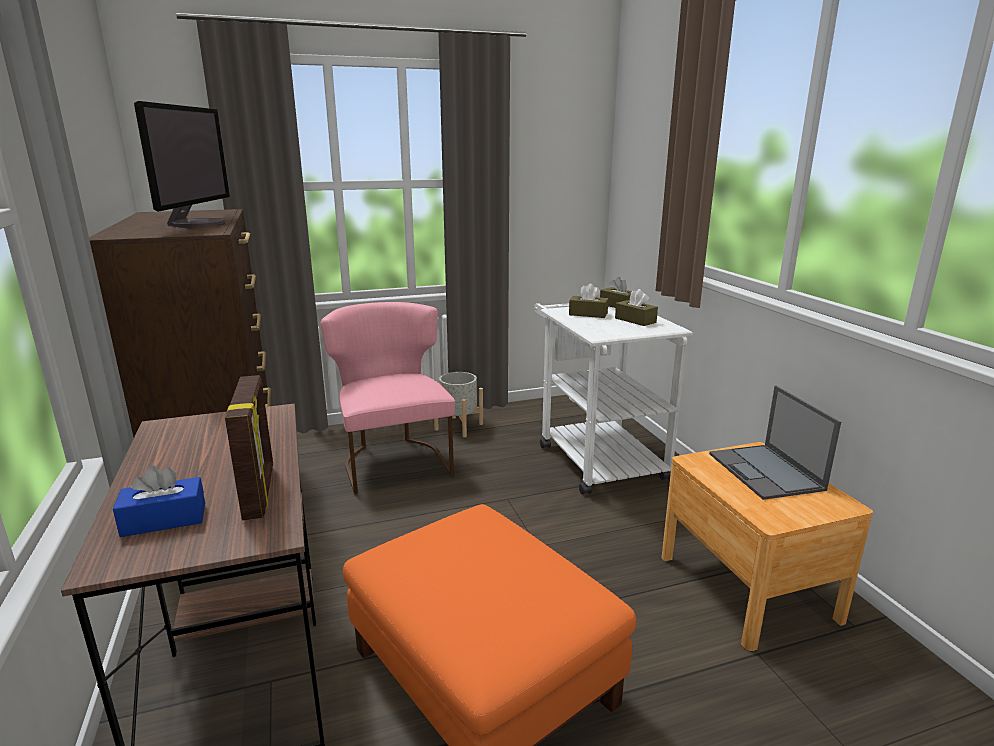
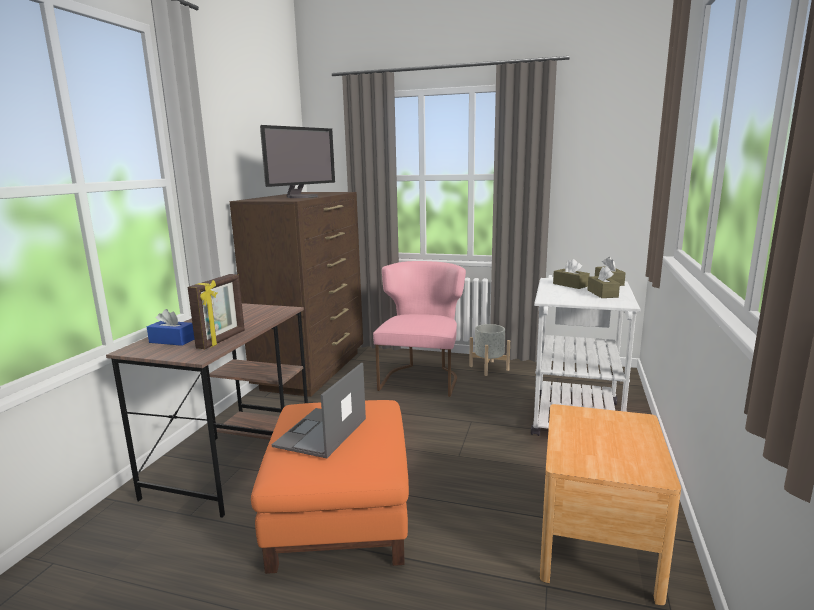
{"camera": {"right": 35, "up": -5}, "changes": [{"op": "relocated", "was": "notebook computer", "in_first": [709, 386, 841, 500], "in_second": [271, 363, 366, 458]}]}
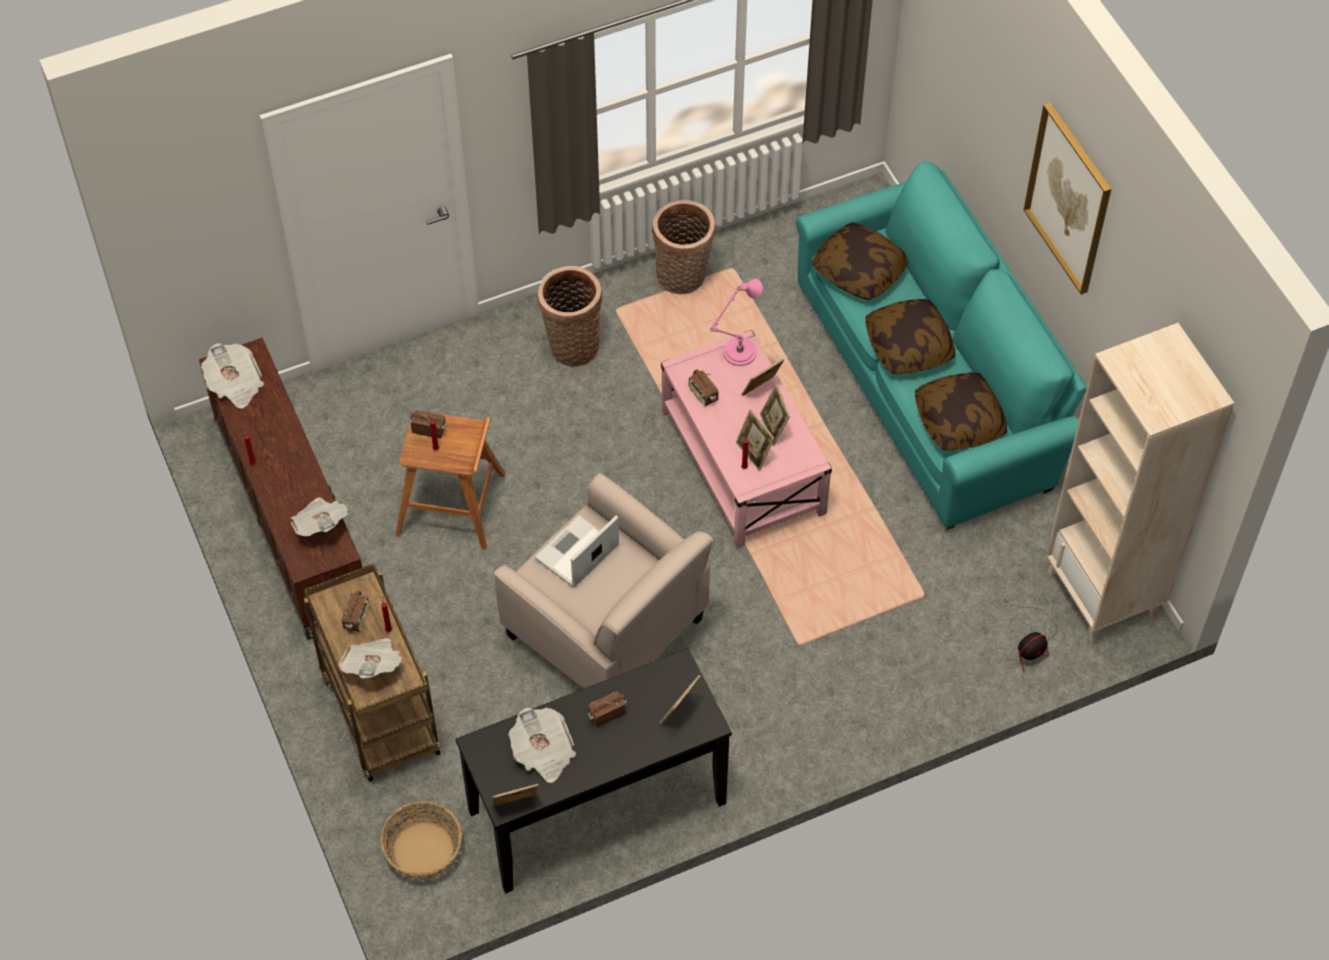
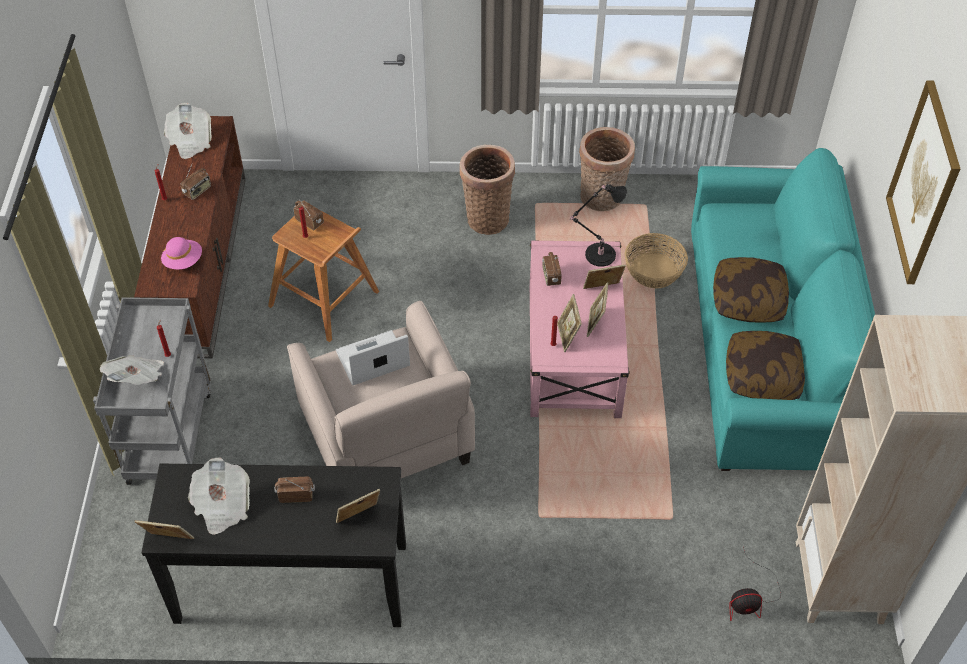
{"camera": {"right": 25, "up": -5}, "changes": [{"op": "missing", "was": "pillow", "in_first": [812, 222, 908, 300]}, {"op": "colour", "was": "pinkish tabletop lamp", "now": "black-coloured tabletop lamp", "in_first": [710, 279, 763, 366], "in_second": [570, 184, 627, 267]}, {"op": "exchanged", "was": "printed paper", "now": "pinkish hat", "in_first": [290, 498, 348, 536], "in_second": [161, 237, 202, 269]}, {"op": "colour", "was": "brown wheeled cart", "now": "gray wheeled cart", "in_first": [304, 564, 441, 782], "in_second": [93, 297, 211, 485]}, {"op": "relocated", "was": "radio receiver", "in_first": [342, 591, 369, 632], "in_second": [180, 163, 211, 200]}, {"op": "relocated", "was": "household basket", "in_first": [380, 801, 462, 878], "in_second": [625, 233, 688, 289]}]}
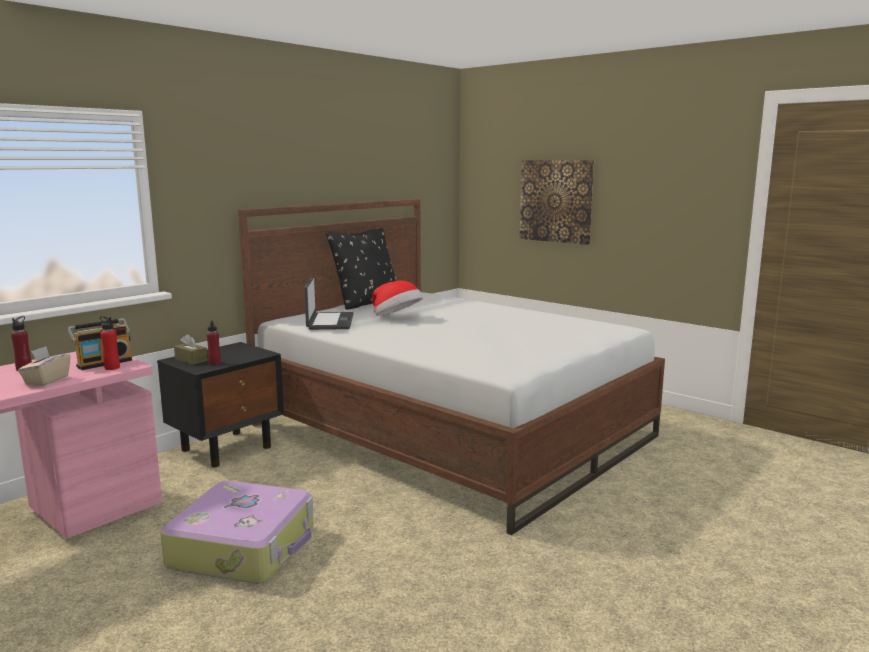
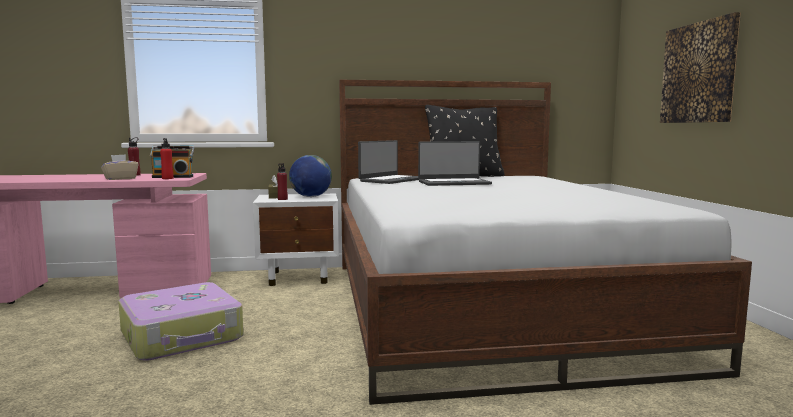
{"camera": {"right": 40, "up": -5}, "changes": [{"op": "exchanged", "was": "hat", "now": "notebook computer", "in_first": [372, 281, 423, 316], "in_second": [418, 141, 492, 186]}, {"op": "colour", "was": "black-coloured night table", "now": "whitish night table", "in_first": [157, 342, 284, 467], "in_second": [253, 194, 339, 286]}, {"op": "appeared", "now": "desk globe", "in_second": [289, 155, 332, 197]}]}
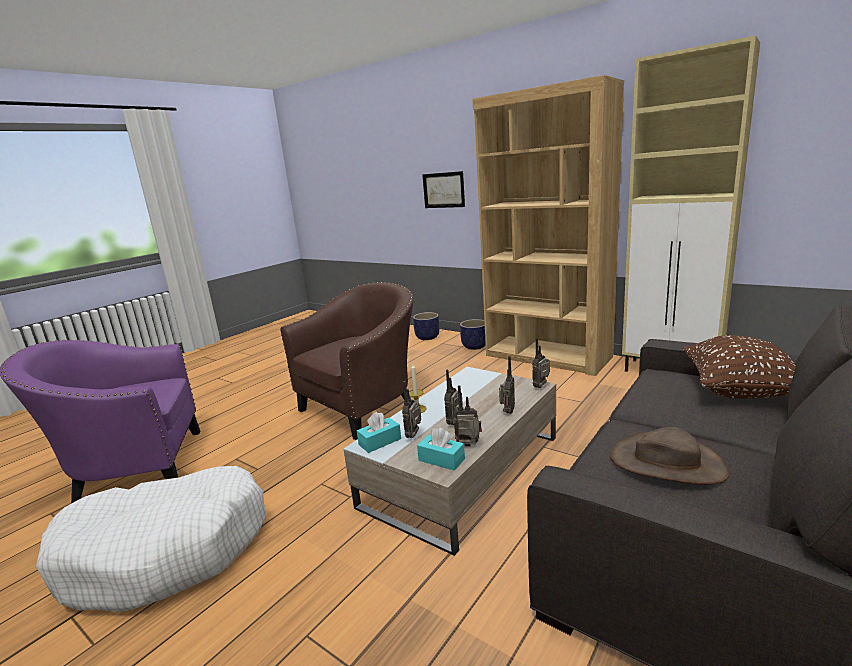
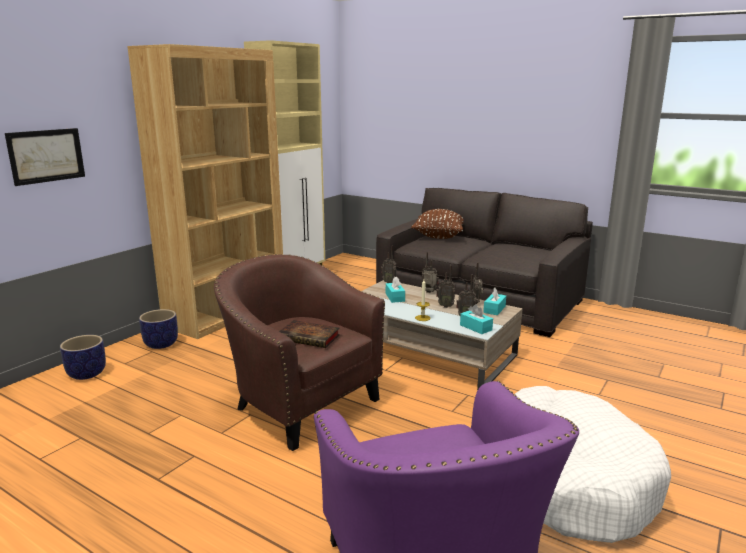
{"camera": {"right": -95, "up": 0}, "changes": [{"op": "missing", "was": "brown hat", "in_first": [610, 427, 729, 485]}, {"op": "appeared", "now": "turquoise tissue holder", "in_second": [386, 276, 405, 303]}, {"op": "appeared", "now": "volume", "in_second": [279, 320, 340, 348]}]}
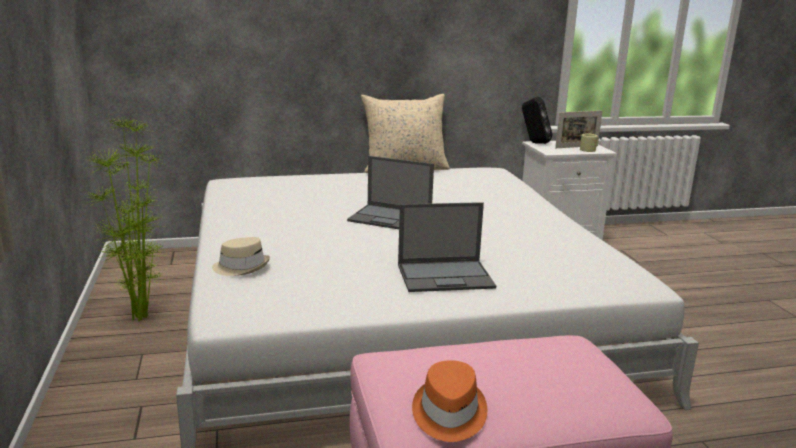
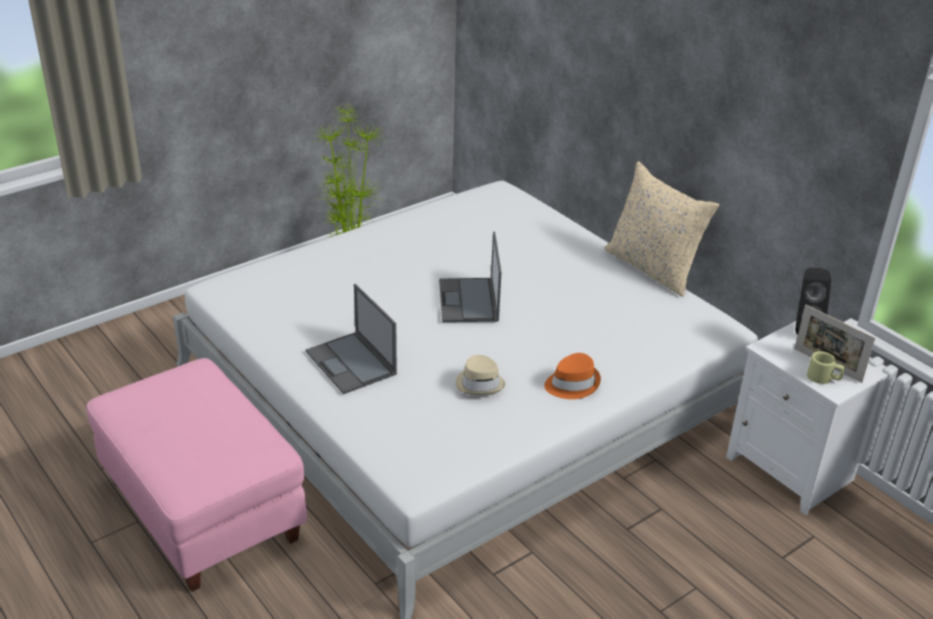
{"camera": {"right": 65, "up": 15}, "changes": [{"op": "relocated", "was": "sand-coloured hat", "in_first": [212, 237, 270, 276], "in_second": [456, 355, 505, 396]}, {"op": "relocated", "was": "orange hat", "in_first": [412, 360, 487, 442], "in_second": [544, 353, 601, 399]}]}
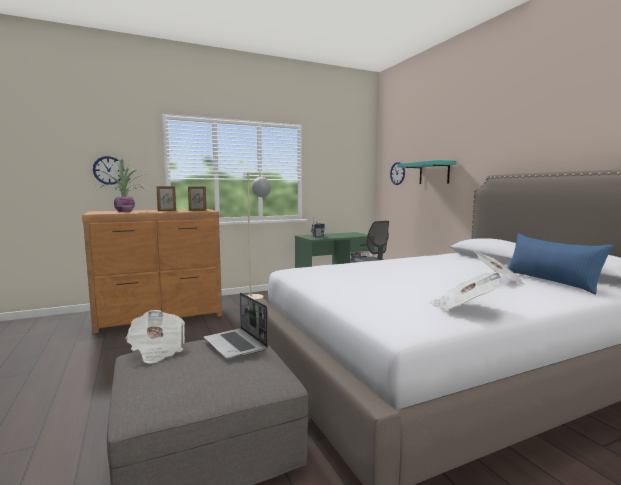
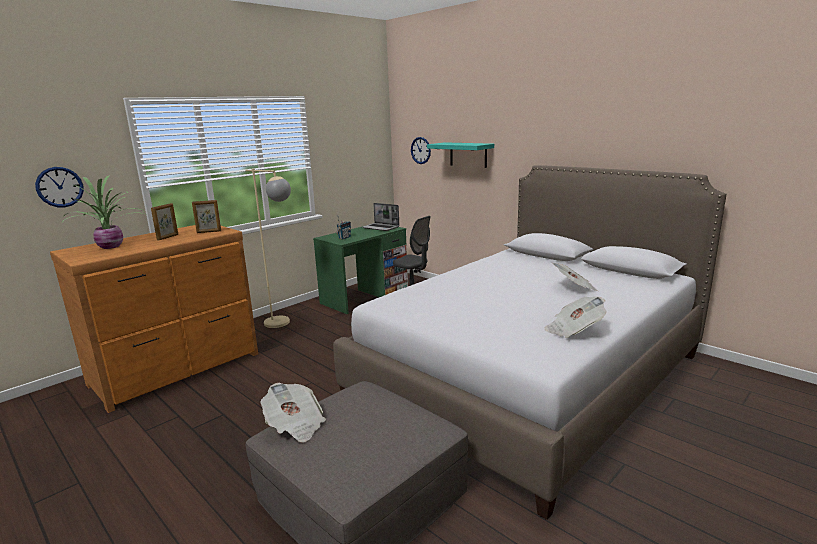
{"camera": {"right": -20, "up": 10}, "changes": [{"op": "missing", "was": "blue pillow", "in_first": [508, 234, 614, 295]}, {"op": "relocated", "was": "notebook computer", "in_first": [204, 292, 268, 359], "in_second": [362, 203, 399, 231]}]}
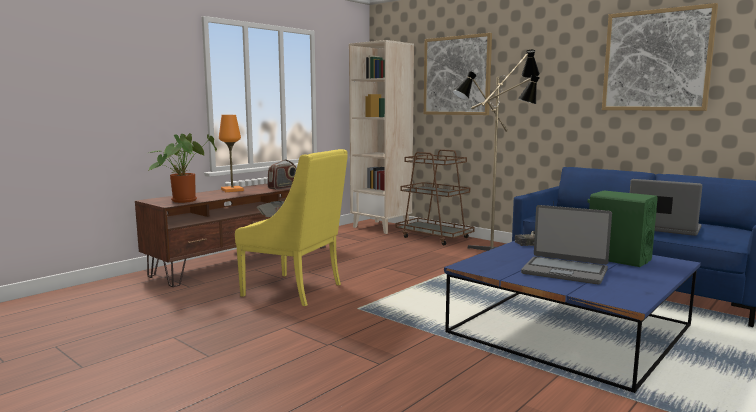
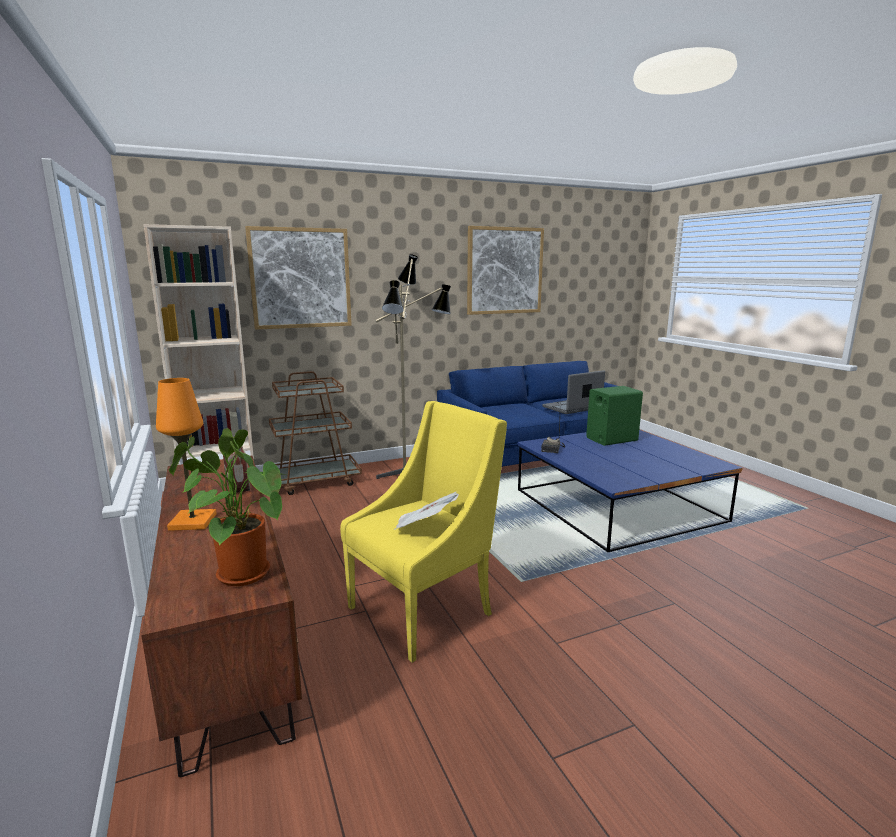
{"camera": {"right": -65, "up": 5}, "changes": [{"op": "missing", "was": "notebook computer", "in_first": [521, 205, 612, 285]}]}
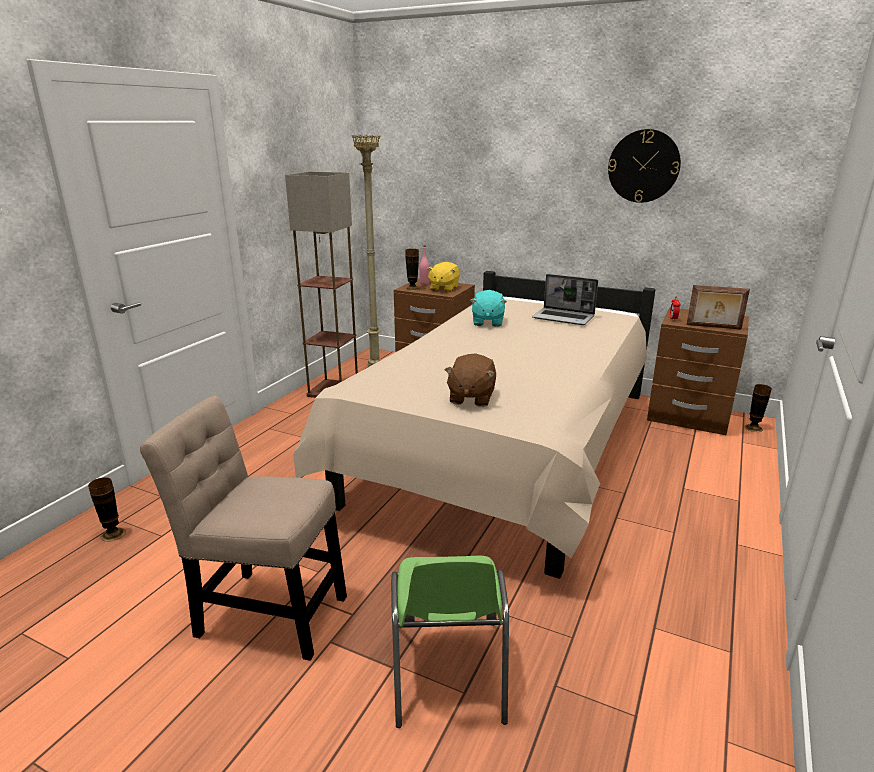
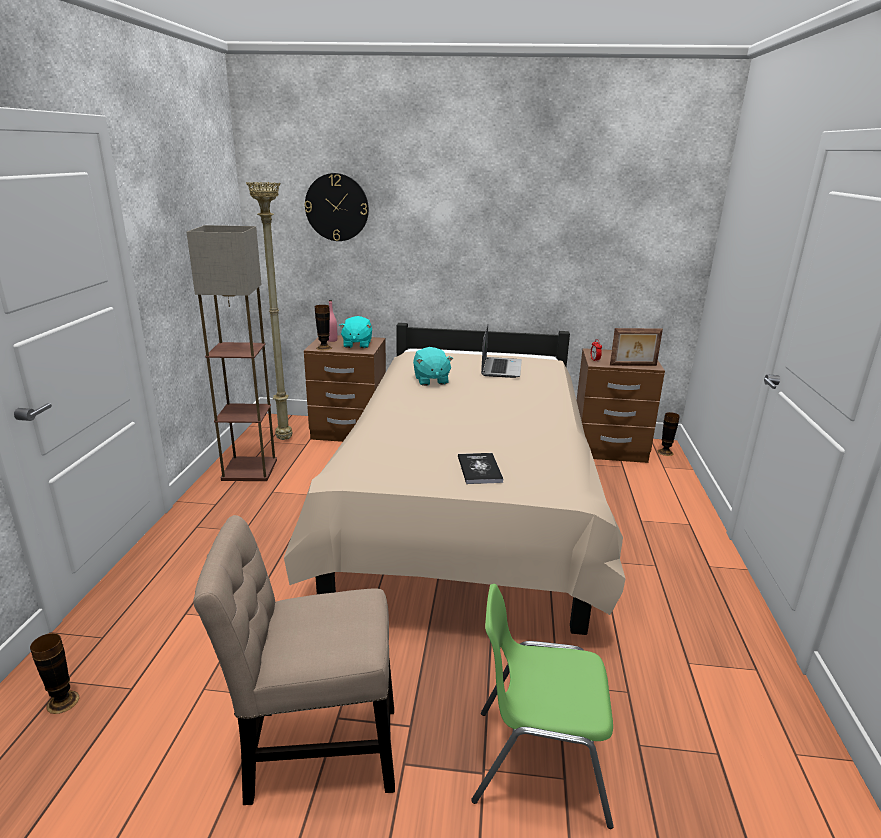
{"camera": {"right": -20, "up": 0}, "changes": [{"op": "relocated", "was": "wall clock", "in_first": [608, 129, 681, 203], "in_second": [305, 173, 369, 241]}, {"op": "colour", "was": "yellow-coloured cuddly toy", "now": "turquoise cuddly toy", "in_first": [427, 262, 460, 292], "in_second": [339, 316, 372, 348]}, {"op": "spun", "was": "notebook computer", "in_first": [532, 274, 598, 325], "in_second": [481, 325, 522, 378], "clockwise": -90}, {"op": "exchanged", "was": "brown cuddly toy", "now": "volume", "in_first": [445, 353, 496, 407], "in_second": [458, 453, 503, 484]}, {"op": "spun", "was": "greenish upright chair", "in_first": [391, 556, 509, 728], "in_second": [471, 584, 614, 829], "clockwise": 120}]}
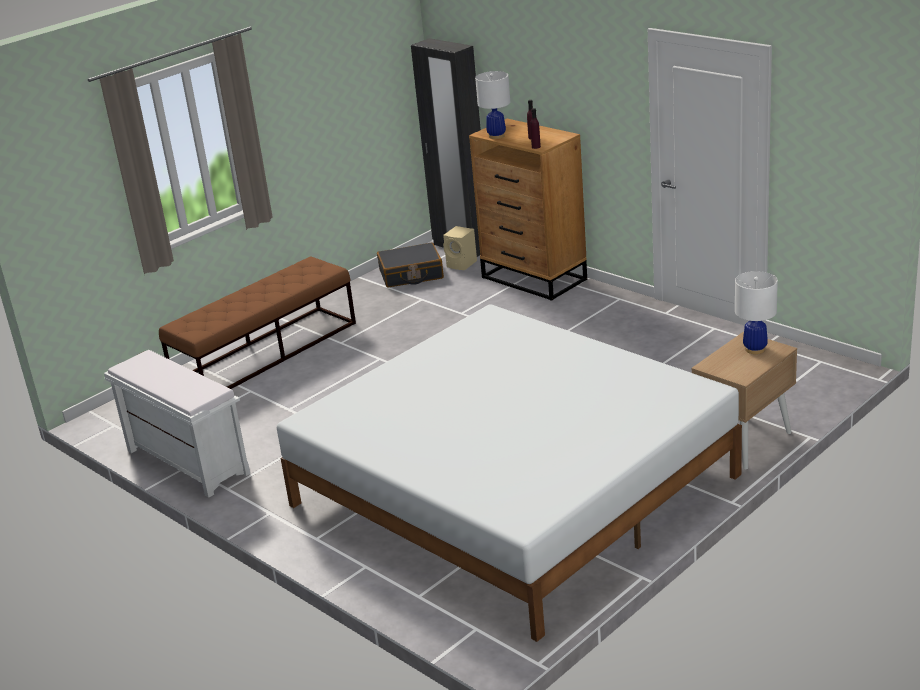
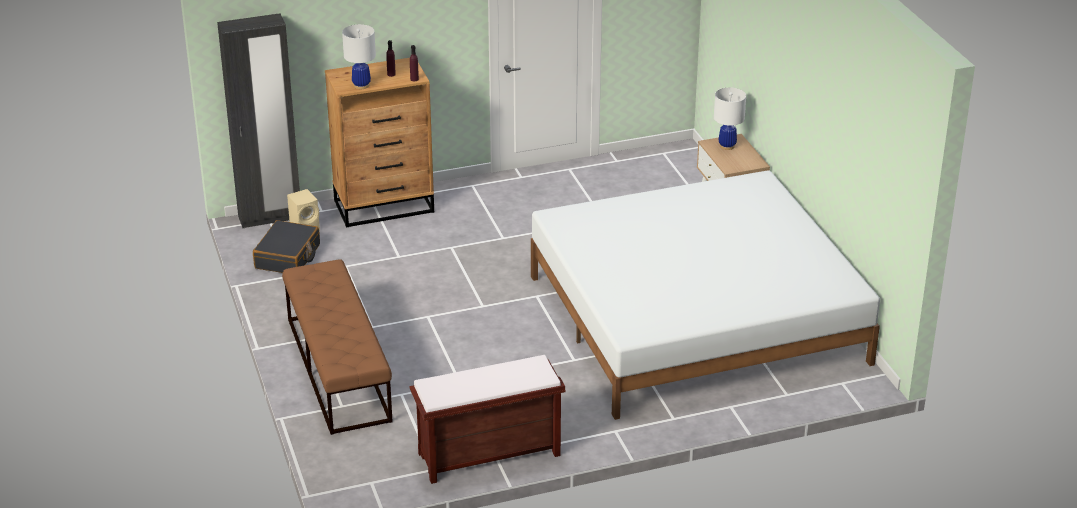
{"camera": {"right": -65, "up": 5}, "changes": [{"op": "colour", "was": "whitish indoor bench", "now": "brown indoor bench", "in_first": [104, 350, 250, 498], "in_second": [410, 355, 566, 484]}]}
